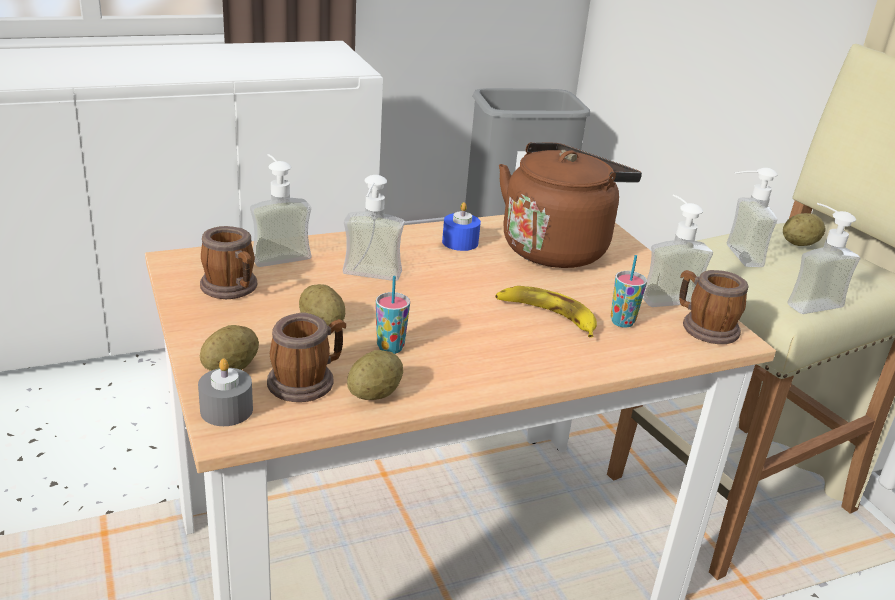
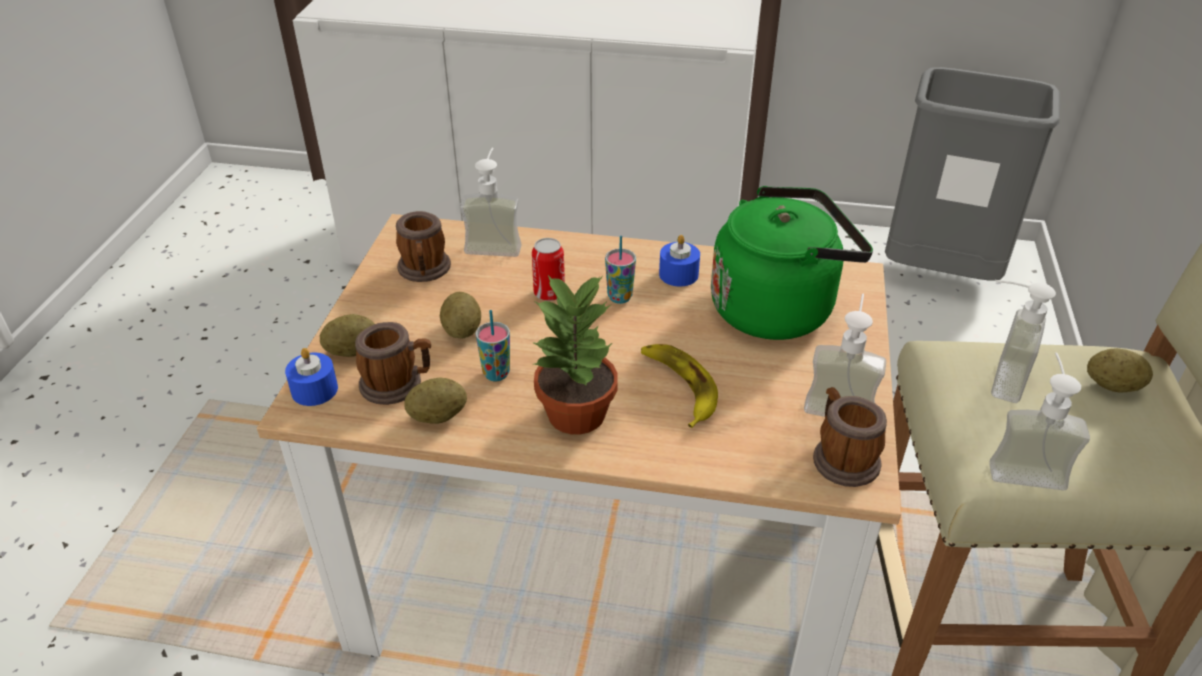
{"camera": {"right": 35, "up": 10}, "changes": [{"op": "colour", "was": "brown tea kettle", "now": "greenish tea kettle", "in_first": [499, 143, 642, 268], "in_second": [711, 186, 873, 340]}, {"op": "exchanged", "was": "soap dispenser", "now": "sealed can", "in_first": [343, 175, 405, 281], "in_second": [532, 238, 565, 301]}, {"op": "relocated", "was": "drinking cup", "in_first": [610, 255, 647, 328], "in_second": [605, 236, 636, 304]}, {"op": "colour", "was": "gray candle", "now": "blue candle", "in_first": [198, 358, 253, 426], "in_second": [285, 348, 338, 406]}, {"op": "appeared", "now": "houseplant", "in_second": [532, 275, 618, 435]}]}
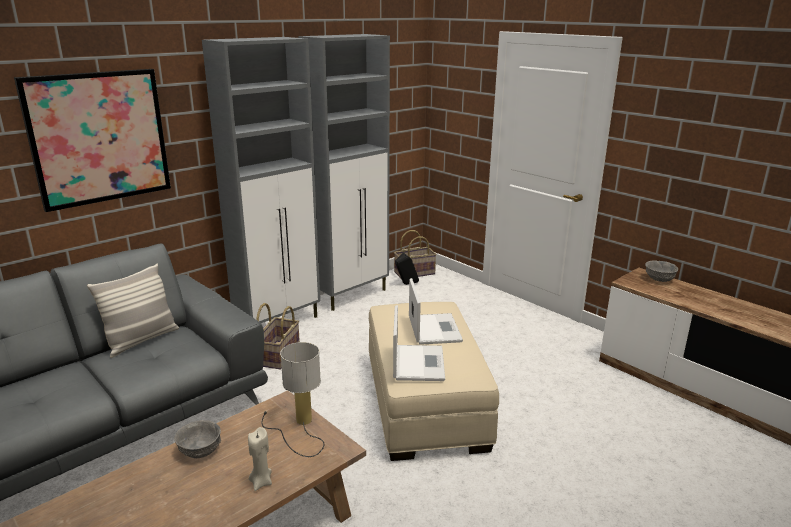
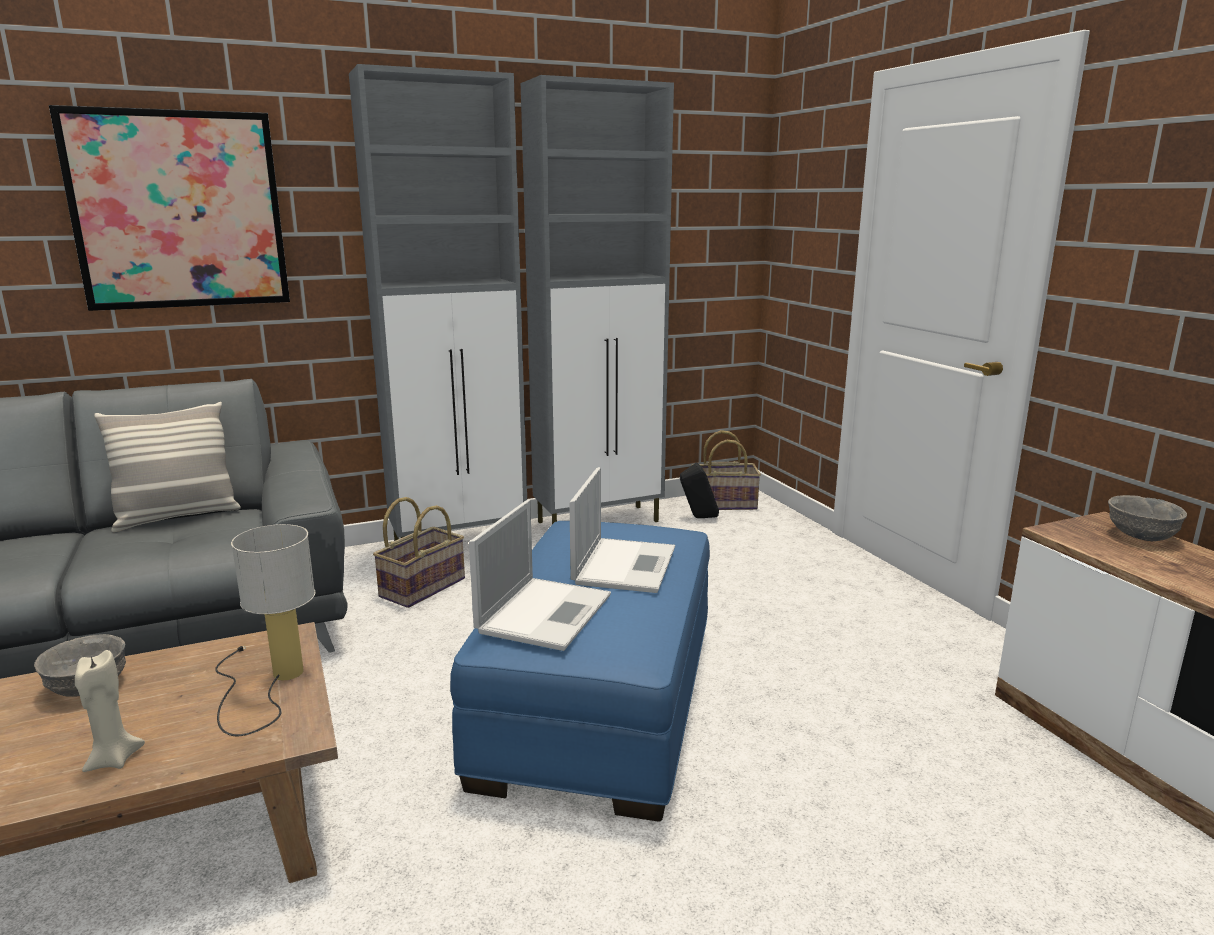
{"camera": {"right": 20, "up": -5}, "changes": [{"op": "colour", "was": "sand-coloured footrest", "now": "blue footrest", "in_first": [369, 302, 499, 461], "in_second": [450, 521, 710, 822]}]}
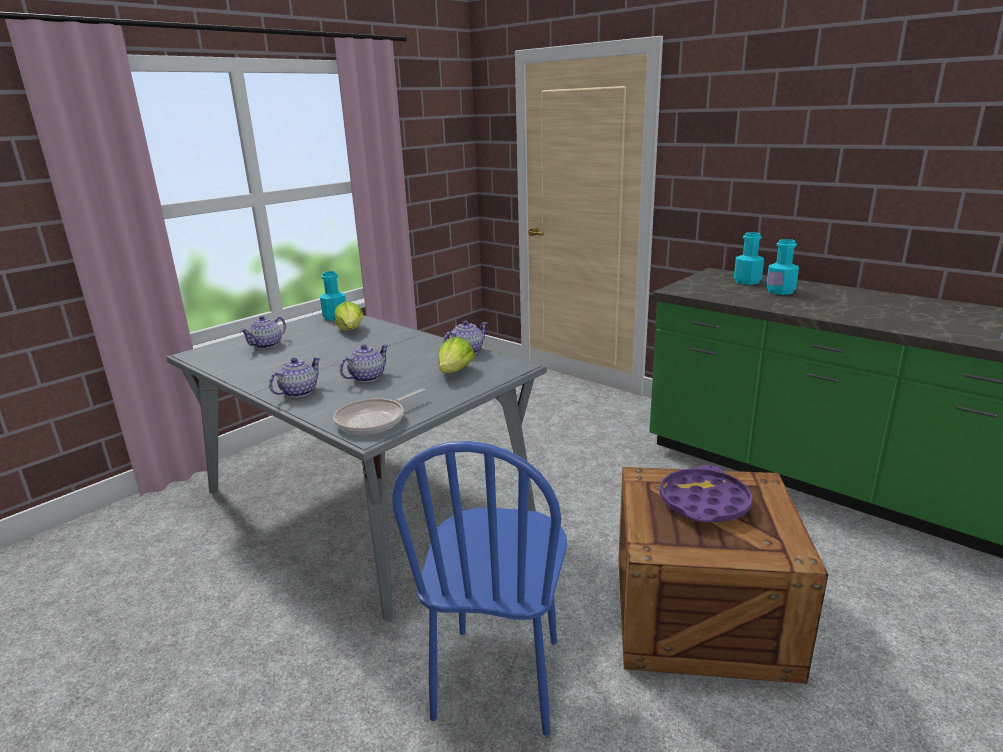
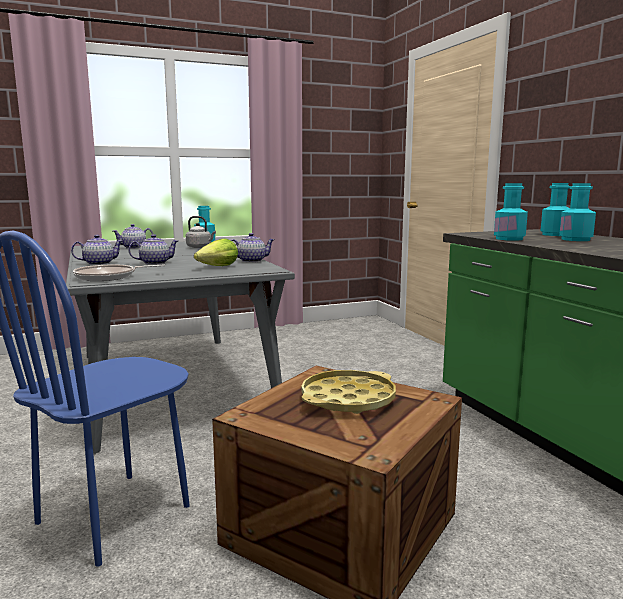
{"camera": {"right": 25, "up": -10}, "changes": [{"op": "exchanged", "was": "lettuce", "now": "gray tea kettle", "in_first": [334, 302, 364, 330], "in_second": [186, 216, 216, 248]}, {"op": "colour", "was": "purple-coloured serving tray", "now": "yellow-coloured serving tray", "in_first": [659, 465, 752, 522], "in_second": [301, 370, 396, 414]}, {"op": "appeared", "now": "turquoise bottle", "in_second": [494, 183, 528, 241]}]}
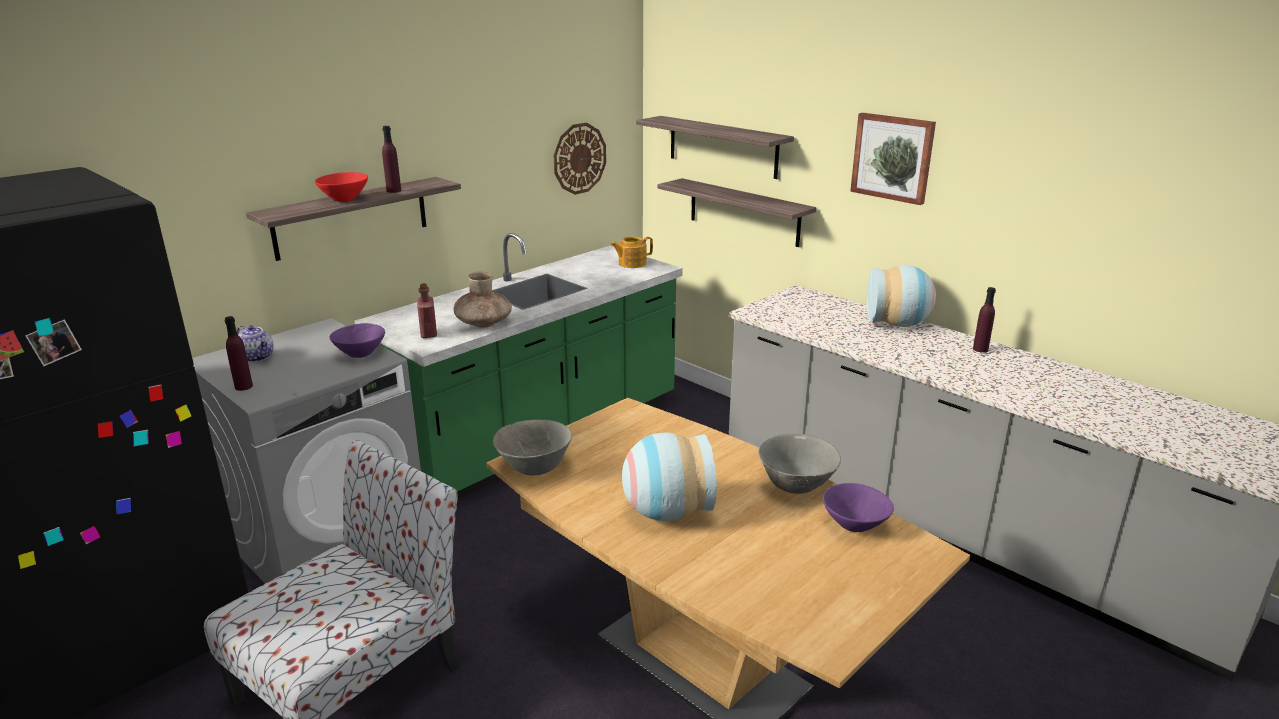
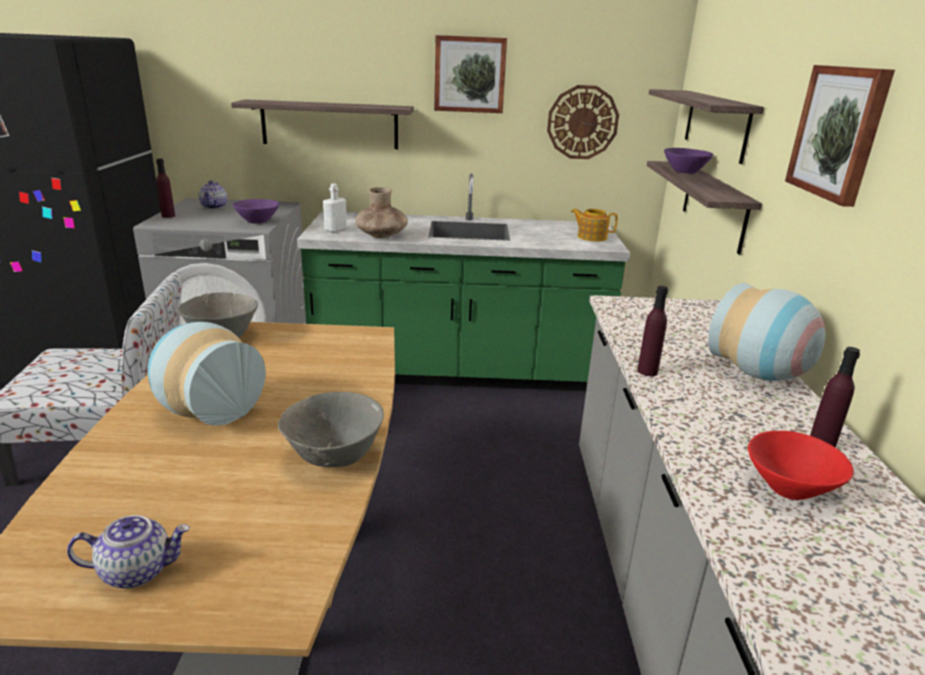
{"camera": {"right": 45, "up": 0}, "changes": [{"op": "relocated", "was": "purple-coloured bottle", "in_first": [382, 126, 401, 193], "in_second": [637, 286, 668, 376]}, {"op": "relocated", "was": "red deep dish", "in_first": [315, 172, 368, 202], "in_second": [748, 431, 854, 500]}, {"op": "colour", "was": "red bottle", "now": "whitish bottle", "in_first": [417, 283, 437, 338], "in_second": [323, 183, 347, 232]}, {"op": "relocated", "was": "purple-coloured deep dish", "in_first": [823, 483, 894, 532], "in_second": [664, 148, 713, 174]}, {"op": "appeared", "now": "wall picture", "in_second": [434, 35, 507, 113]}, {"op": "appeared", "now": "pot for tea", "in_second": [67, 515, 190, 589]}]}
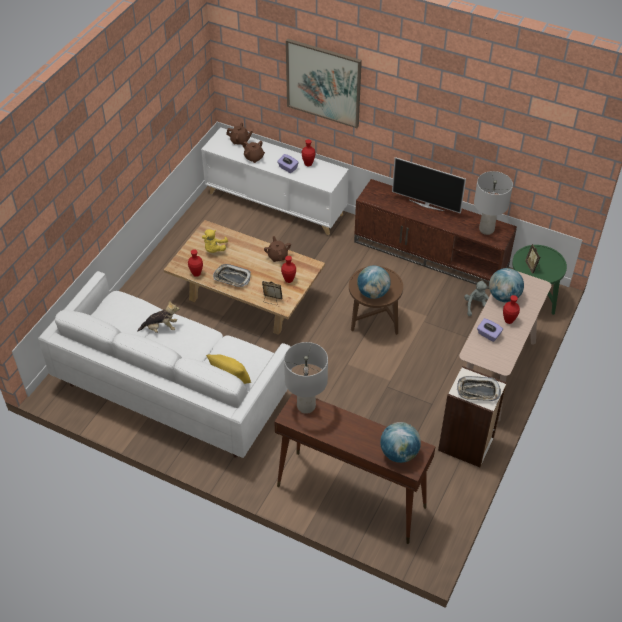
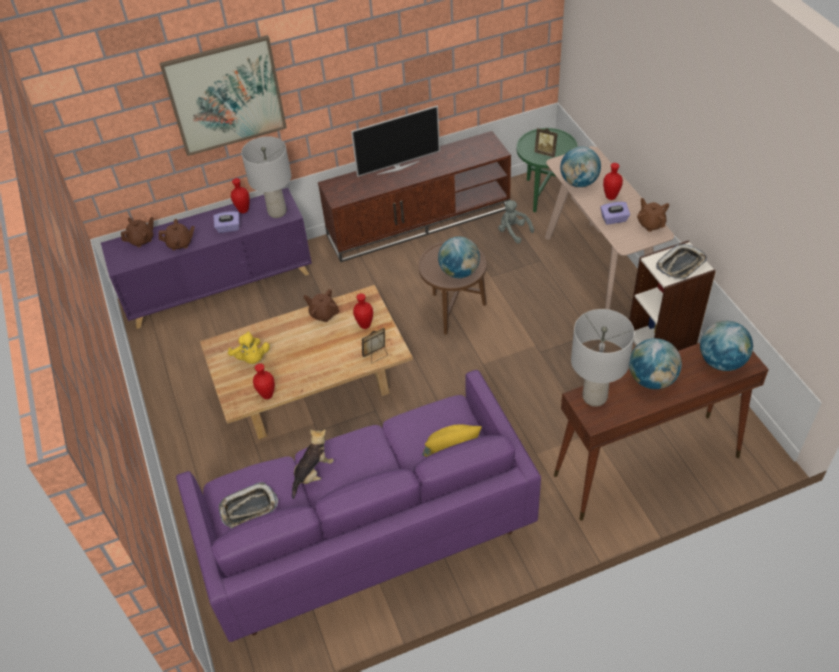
{"camera": {"right": -45, "up": 0}, "changes": [{"op": "colour", "was": "whitish cupboard", "now": "purple-coloured cupboard", "in_first": [201, 127, 349, 235], "in_second": [101, 188, 312, 329]}, {"op": "relocated", "was": "gray tabletop lamp", "in_first": [474, 171, 513, 235], "in_second": [241, 136, 291, 218]}, {"op": "relocated", "was": "serving tray", "in_first": [213, 264, 251, 287], "in_second": [219, 482, 278, 528]}, {"op": "colour", "was": "whitish settee", "now": "purple-coloured settee", "in_first": [38, 271, 292, 458], "in_second": [176, 370, 541, 642]}, {"op": "appeared", "now": "brown pot for tea", "in_second": [637, 198, 669, 232]}, {"op": "appeared", "now": "desk globe", "in_second": [629, 338, 682, 389]}]}
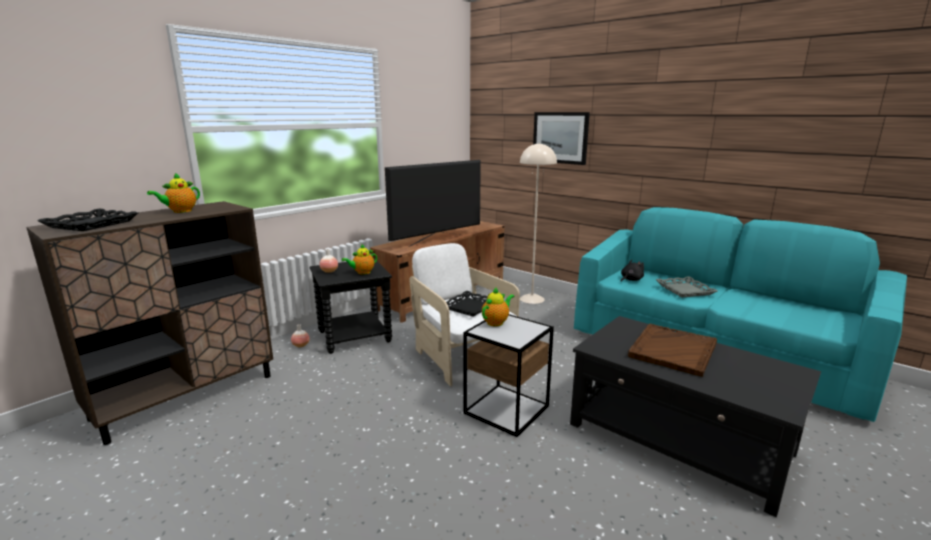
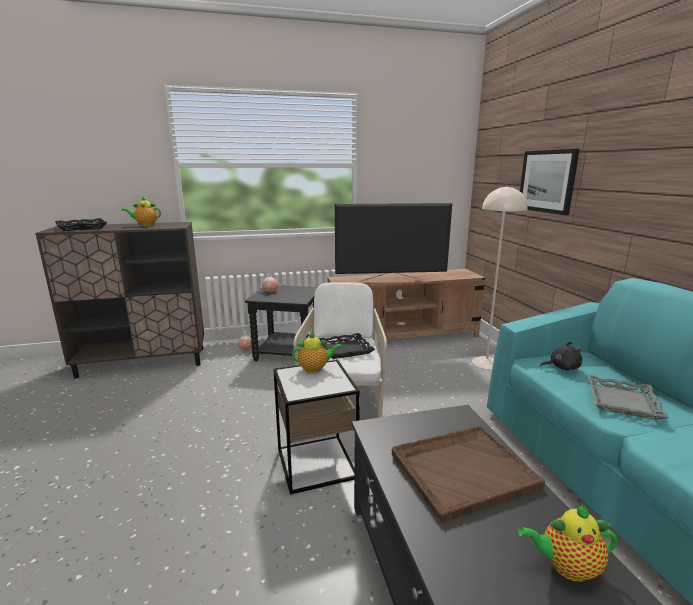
{"camera": {"right": 35, "up": 0}, "changes": [{"op": "relocated", "was": "pot for tea", "in_first": [341, 244, 377, 274], "in_second": [518, 505, 617, 582]}]}
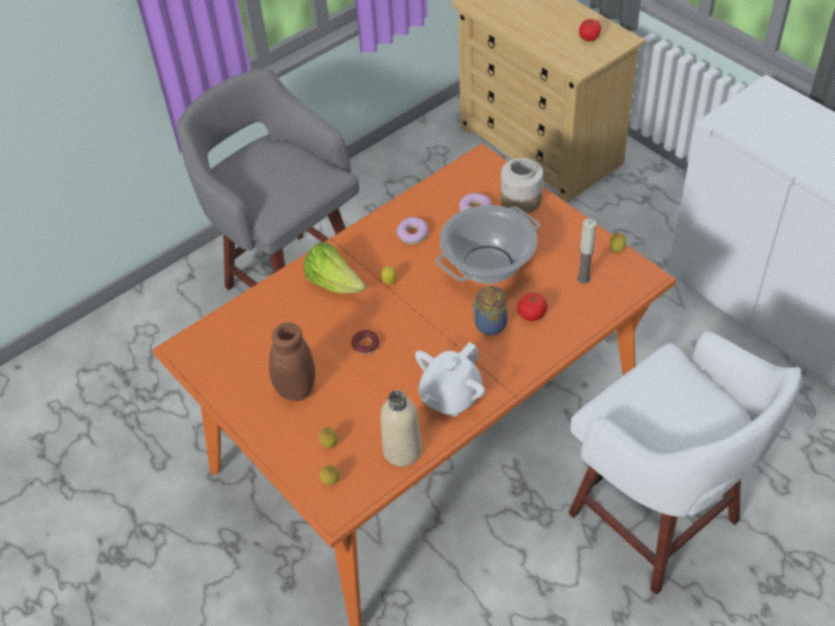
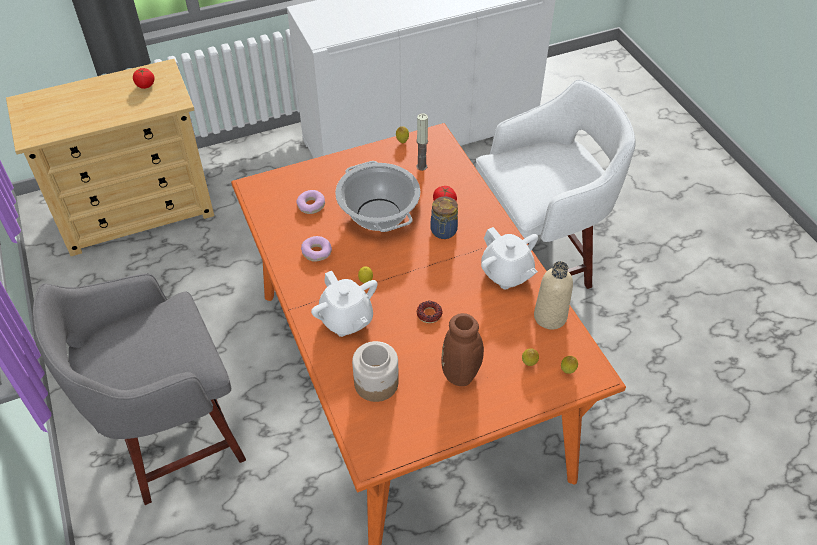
{"camera": {"right": -75, "up": 0}, "changes": [{"op": "relocated", "was": "storage jar", "in_first": [501, 158, 543, 214], "in_second": [352, 341, 399, 402]}, {"op": "exchanged", "was": "lettuce", "now": "whitish pot for tea", "in_first": [304, 242, 366, 293], "in_second": [311, 271, 377, 337]}]}
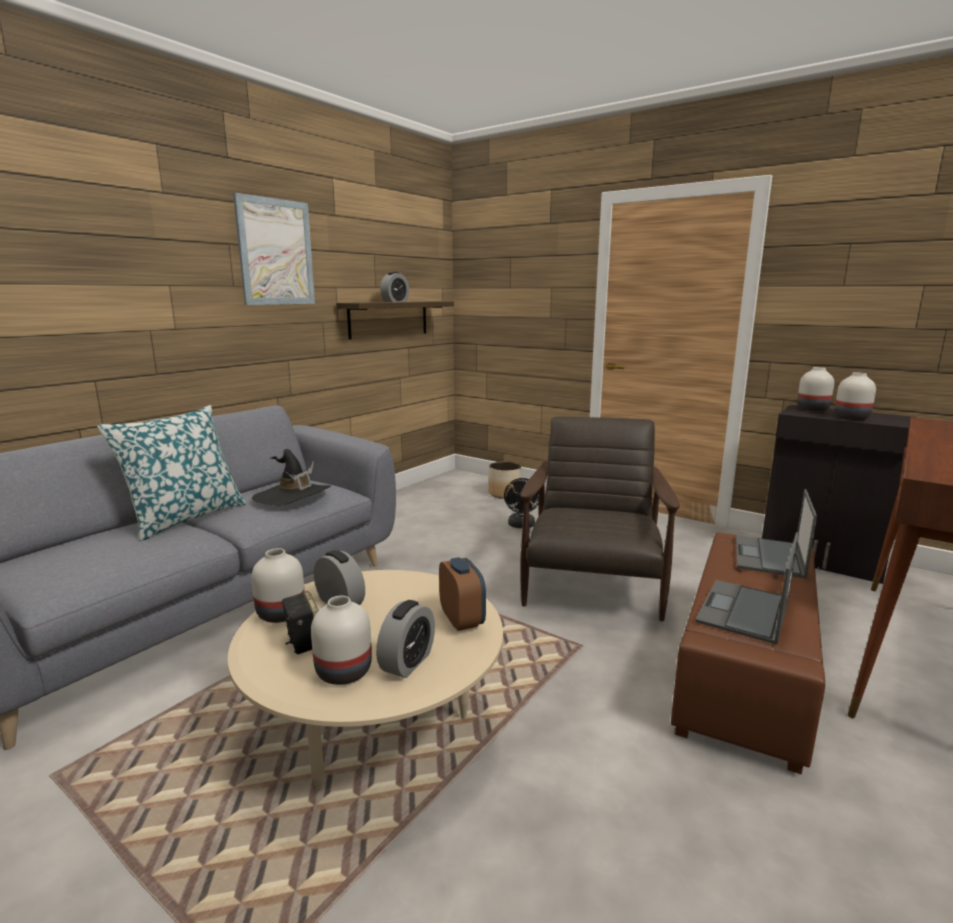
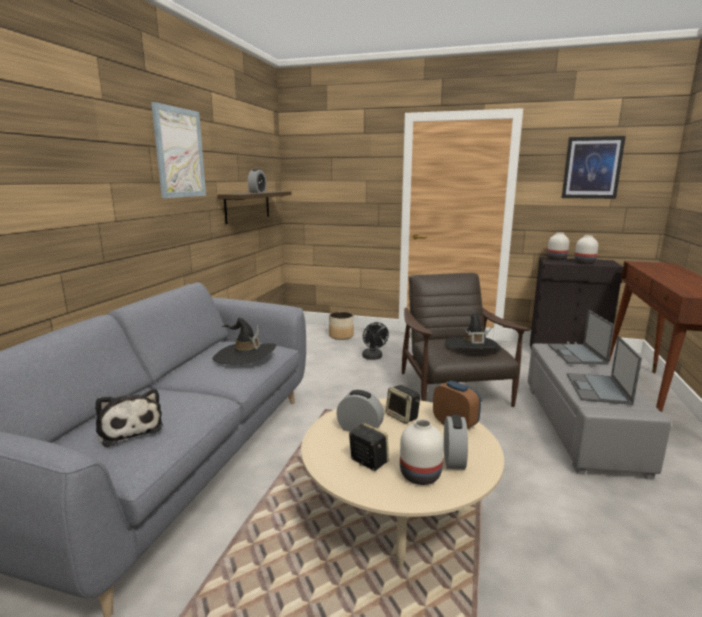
{"camera": {"right": -20, "up": 0}, "changes": [{"op": "missing", "was": "pillow", "in_first": [97, 405, 246, 541]}, {"op": "colour", "was": "brown footrest", "now": "gray footrest", "in_first": [671, 532, 825, 774], "in_second": [528, 343, 671, 480]}, {"op": "missing", "was": "whitish vase", "in_first": [251, 548, 305, 623]}, {"op": "appeared", "now": "wall picture", "in_second": [562, 136, 626, 199]}, {"op": "appeared", "now": "black-coloured hat", "in_second": [445, 312, 501, 349]}, {"op": "appeared", "now": "speaker", "in_second": [386, 385, 420, 424]}, {"op": "appeared", "now": "cuddly toy", "in_second": [95, 389, 163, 447]}]}
